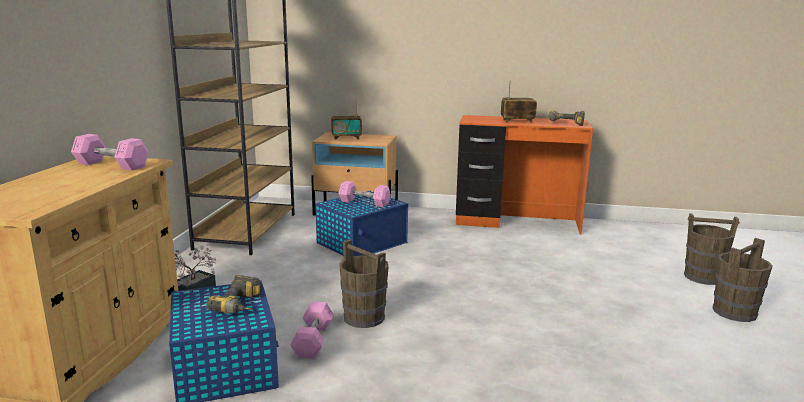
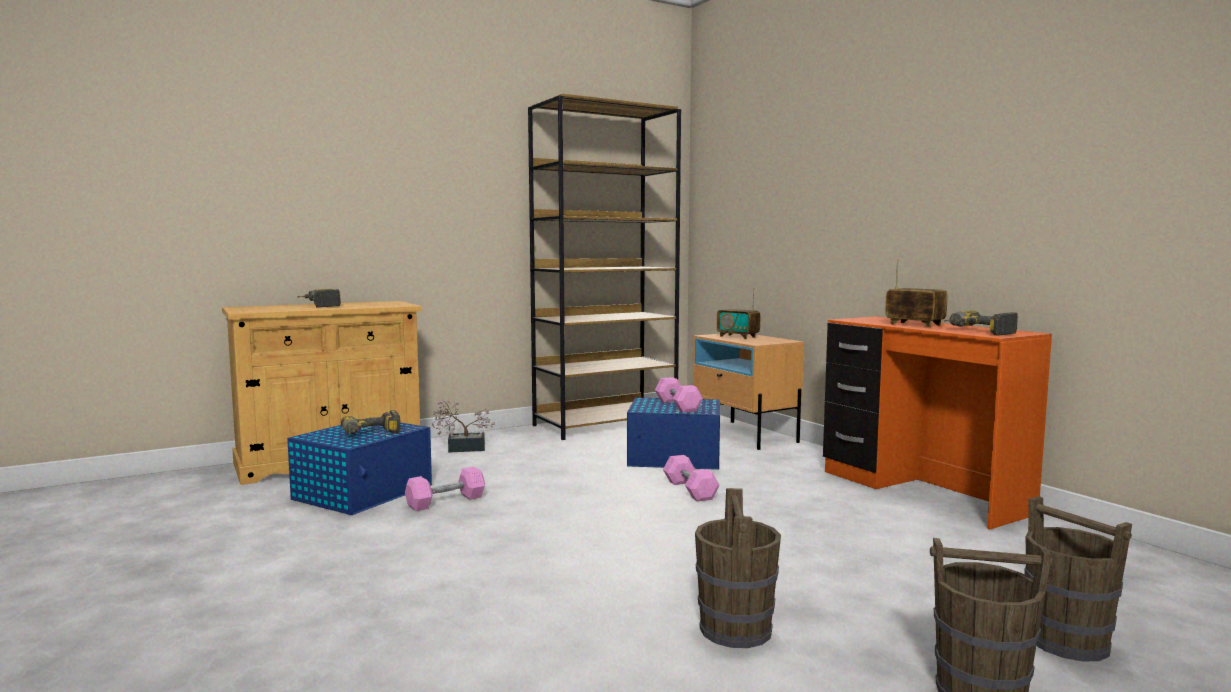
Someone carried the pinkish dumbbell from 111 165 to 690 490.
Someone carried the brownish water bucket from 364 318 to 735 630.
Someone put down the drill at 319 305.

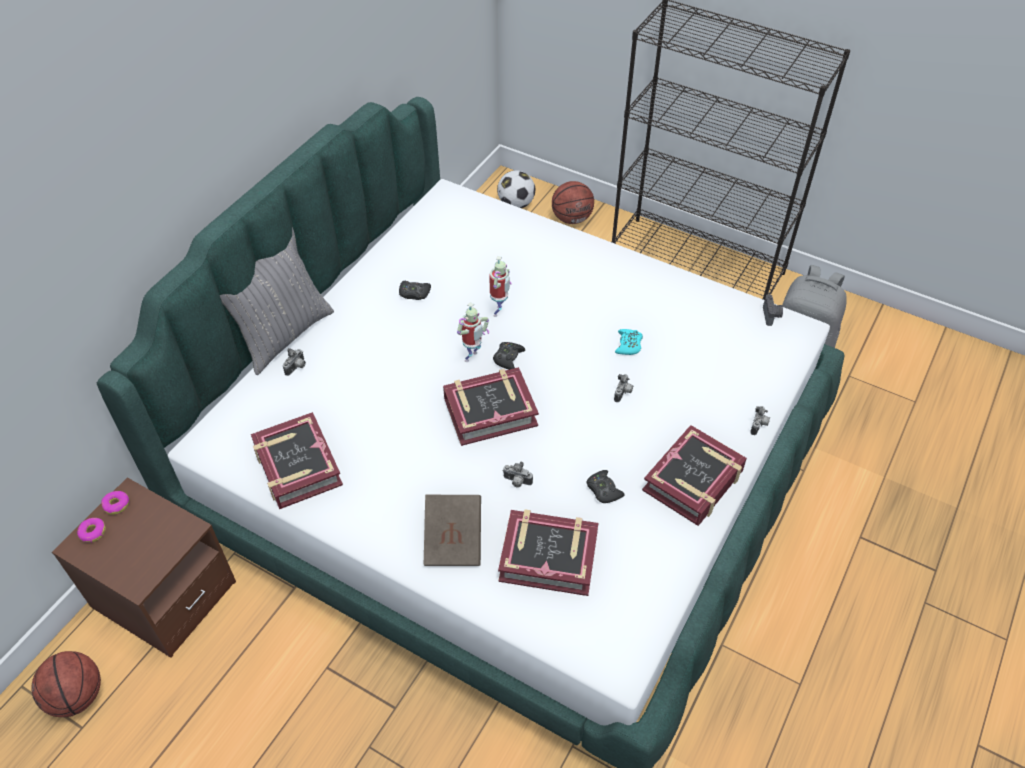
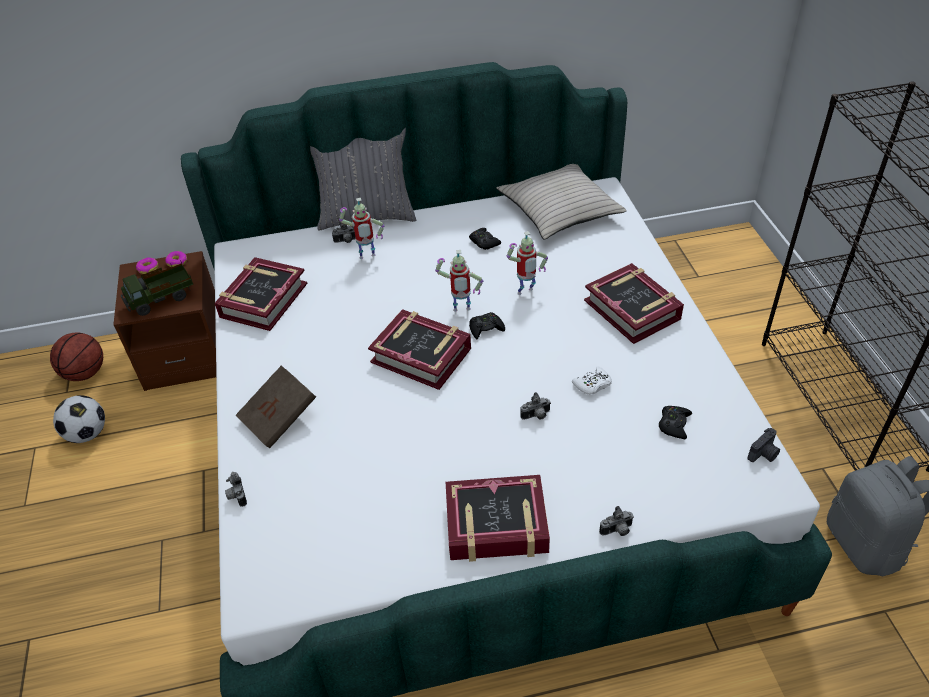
Someone carried the football from 516 204 to 87 434.
Someone took away the basketball ball at 572 218.
Someone repainted the turquoise game controller at 628 345, which became the white game controller at 592 384.
Someone carried the still camera from 517 482 to 237 495.
Someone carried the black game controller from 603 490 to 674 424.
Someone carried the book from 548 557 to 632 309.
Someone put down the sand-coloured throw pillow at 559 210.
Someone put down the robot figure at 367 258.
Someone put down the model truck at 162 299.

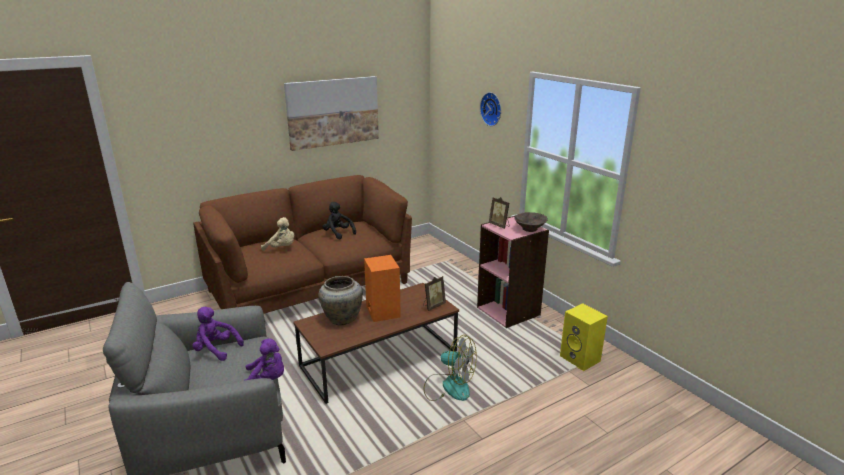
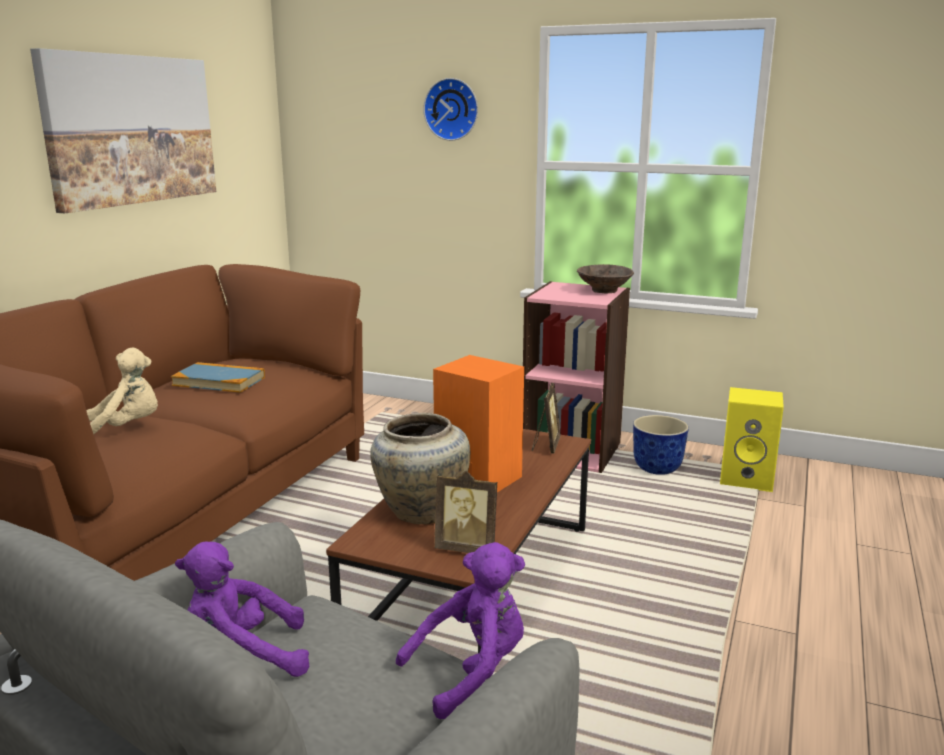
Someone carried the picture frame from 499 225 to 467 548.
Someone swapped the black soft toy at 338 233 for the book at 219 381.
Someone took away the electric fan at 449 386.
Someone put down the flower pot at 658 468.

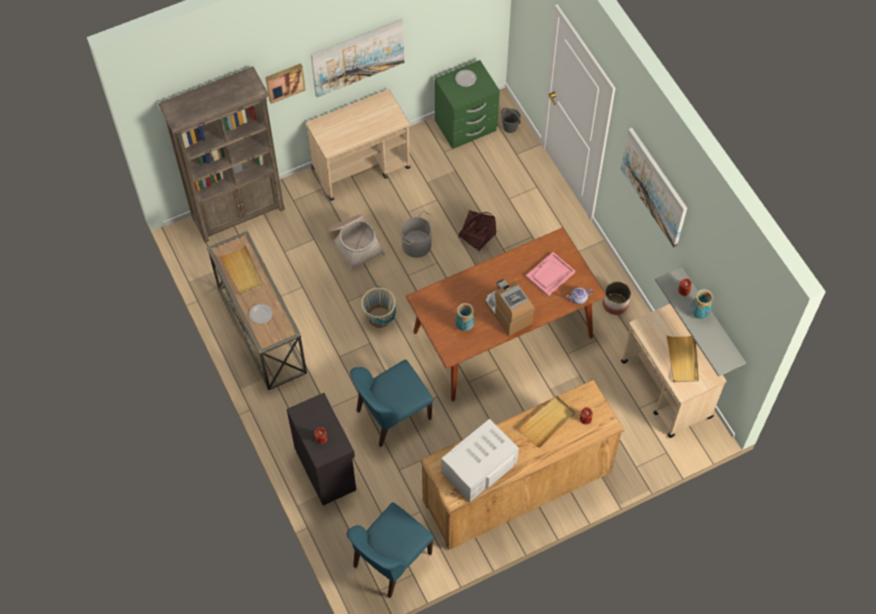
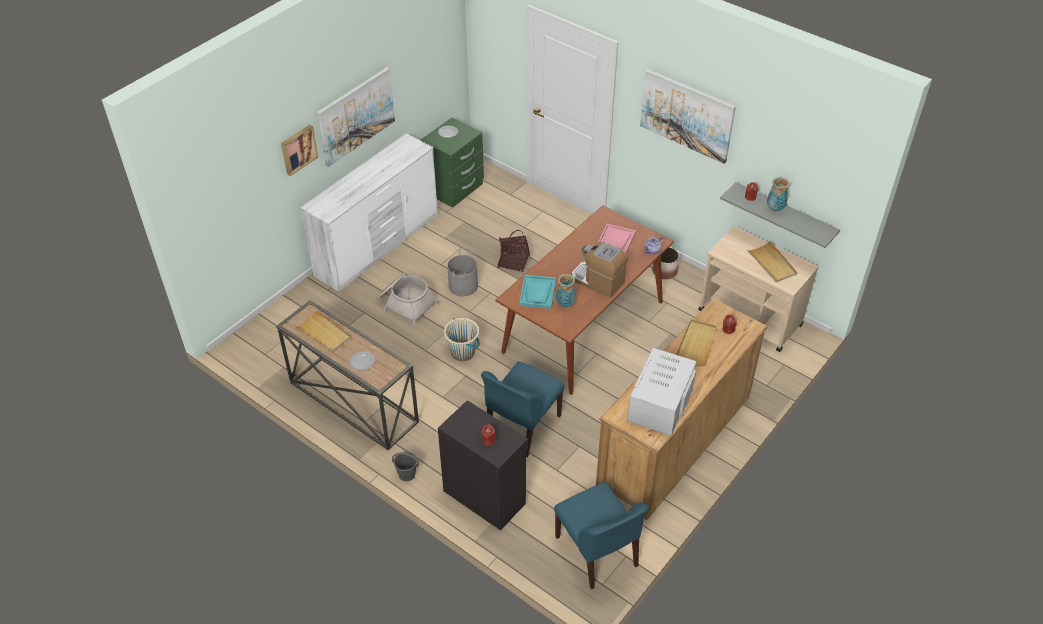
Someone took away the brownish shelving unit at 239 213.
Someone swapped the sand-coloured trolley at 361 167 for the white dresser at 378 245.
Someone carried the grey water bucket from 510 127 to 406 474.
Someone rotated the bluish plain chair at 391 561 by 45 degrees counterclockwise.
Someone put down the turquoise carrying tray at 537 293.

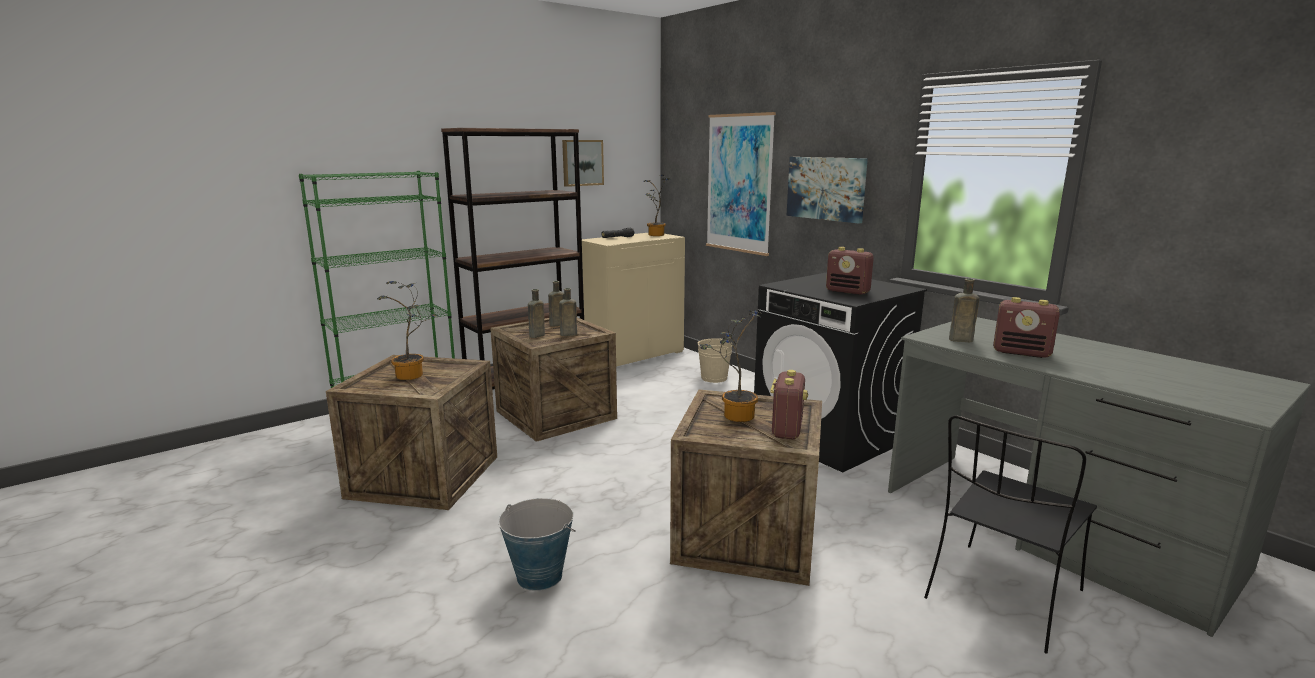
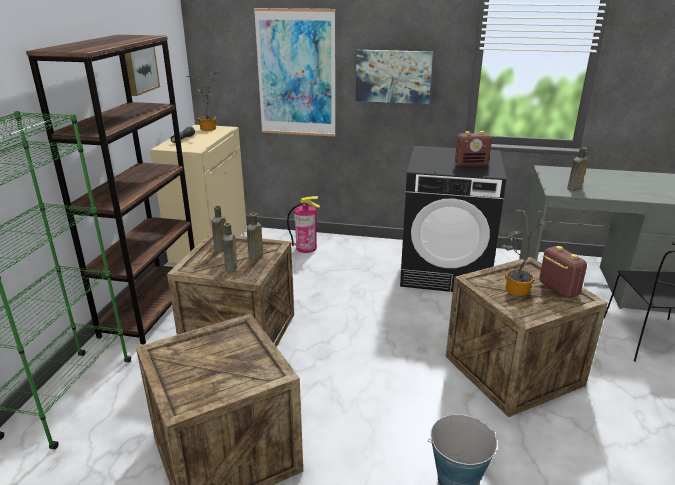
Someone took away the plant in a pot at 413 376.
Someone took away the radio at 1022 353.
Someone swapped the sand-coloured water bucket at 714 378 for the fire-fighting cylinder at 306 248.

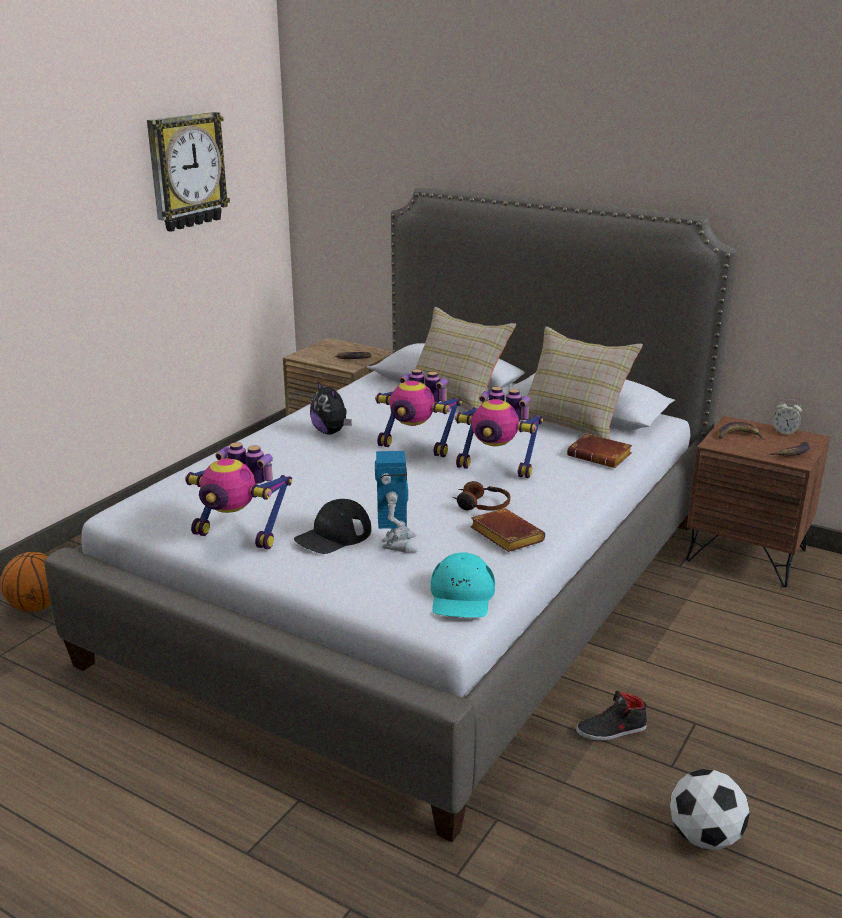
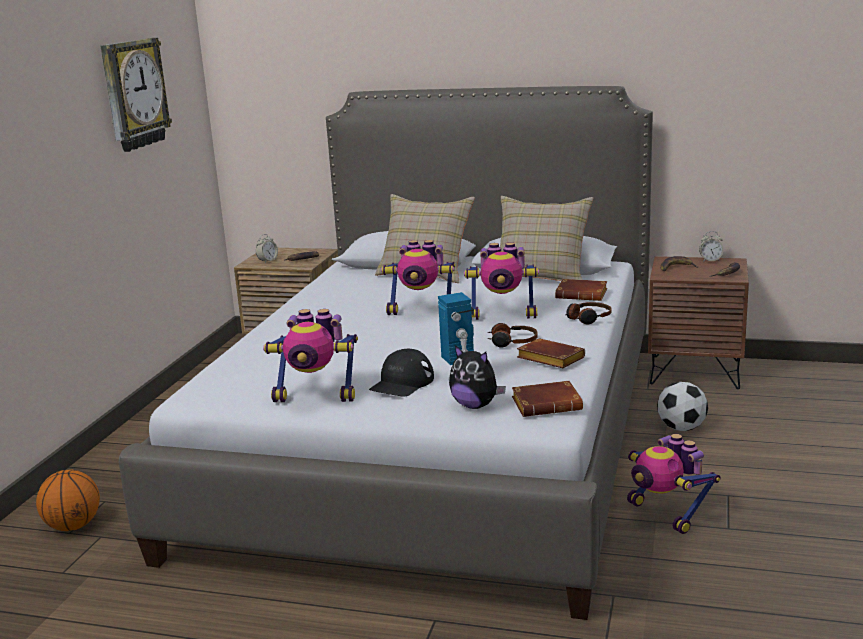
Someone carried the soft toy from 331 432 to 475 405.
Someone swapped the turquoise peaked cap at 461 596 for the brownish book at 548 404.
Someone swapped the black item of footwear at 611 730 for the robot figure at 666 514.
Someone carried the football from 704 837 to 681 428.
Someone put down the table clock at 268 261.
Someone put down the headphones at 588 318.

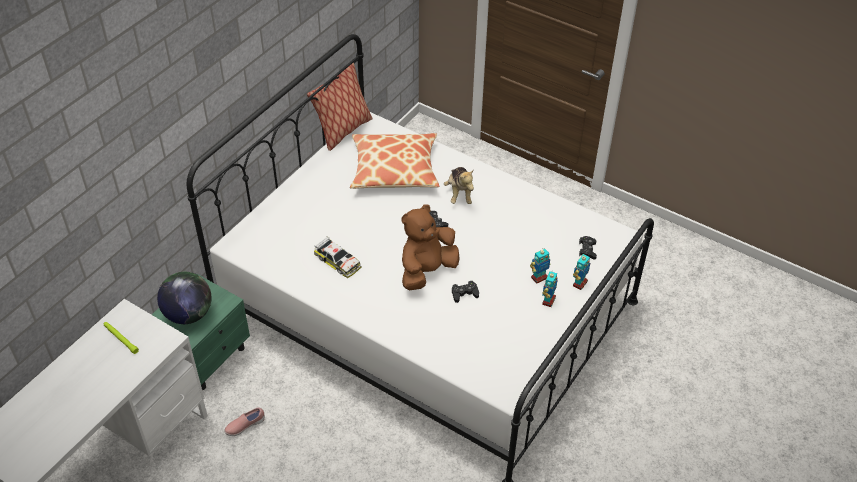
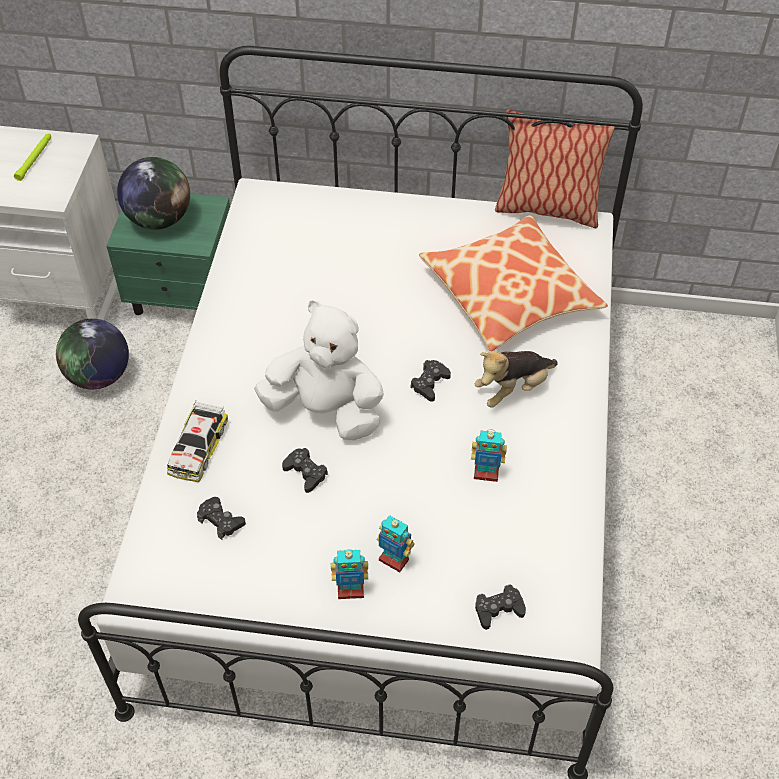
Someone repainted the brownish soft toy at 426 271, which became the white soft toy at 326 410.
Someone carried the model car from 338 261 to 198 448.
Someone carried the robot figure from 579 283 to 486 473.
Someone swapped the pinkish item of footwear at 245 426 for the globe at 99 376.
Someone put down the black game controller at 221 521.

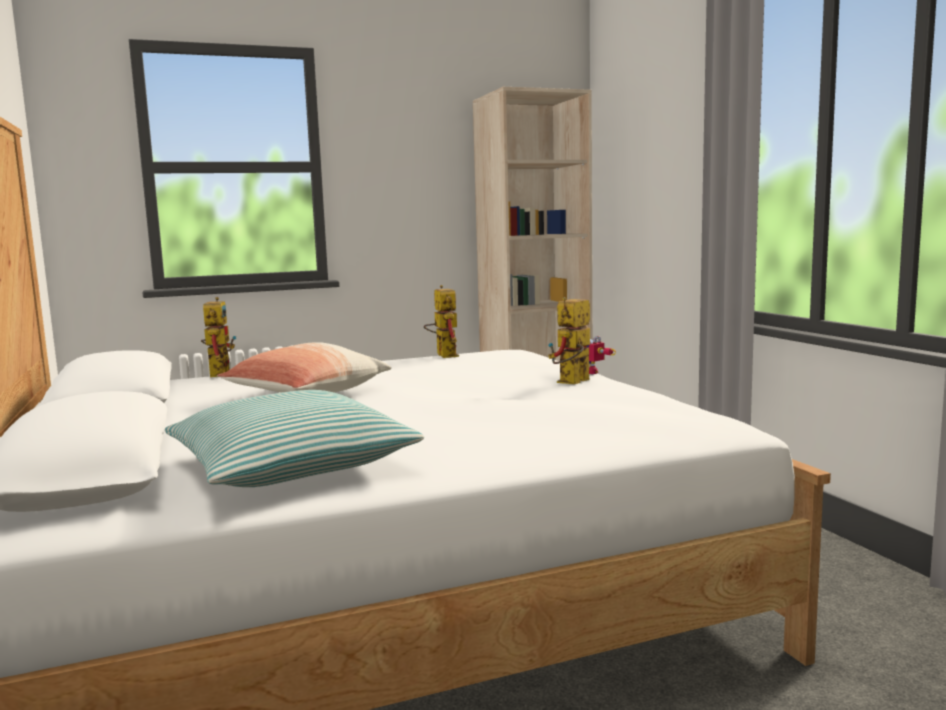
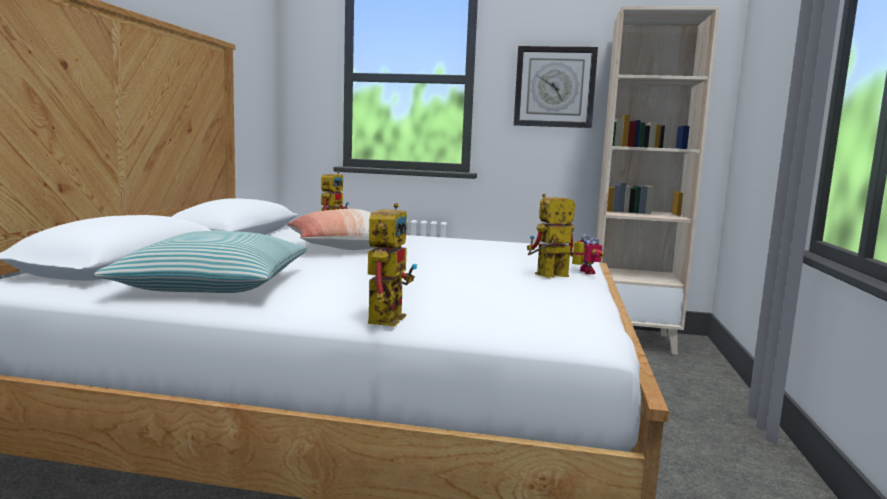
Someone carried the robot figure from 443 354 to 386 316.
Someone put up the hanging clock at 554 87.

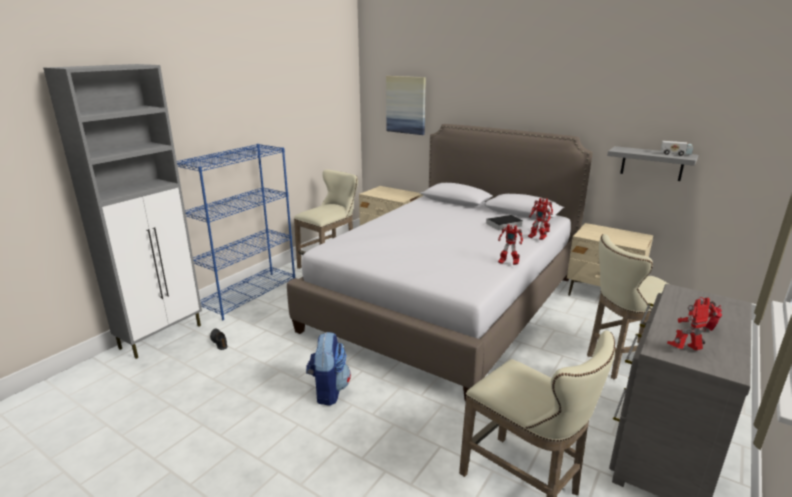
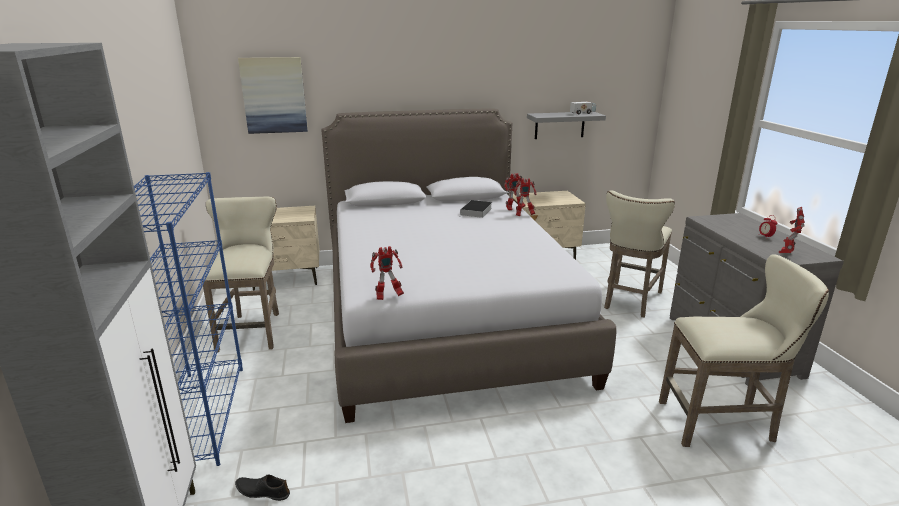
Someone carried the robot figure from 508 263 to 388 296.
Someone took away the backpack at 328 391.

